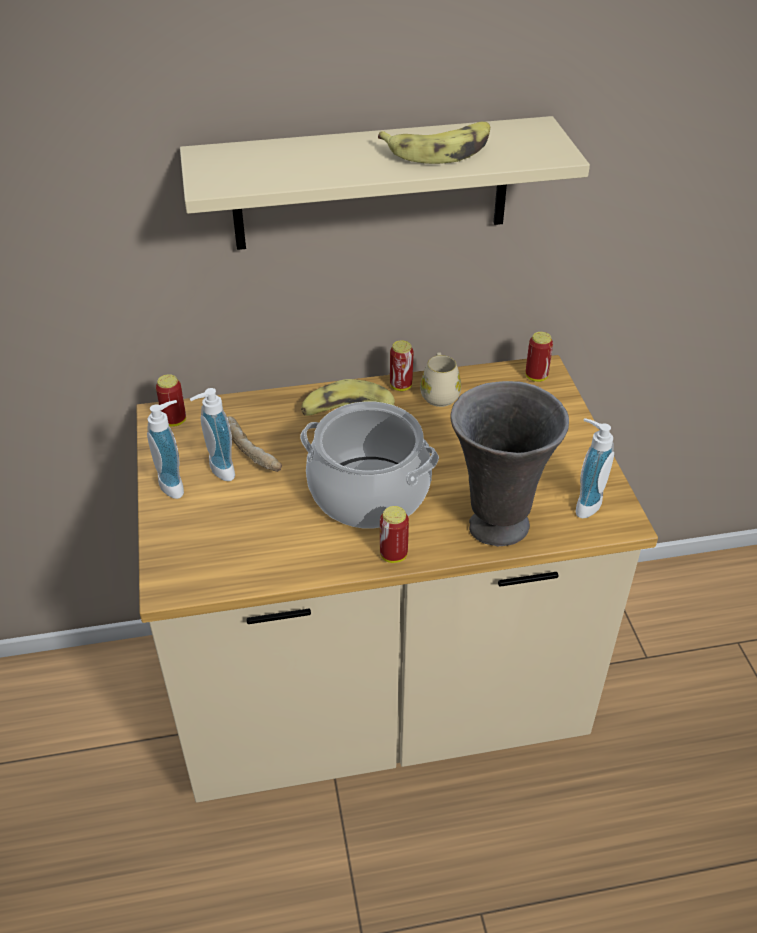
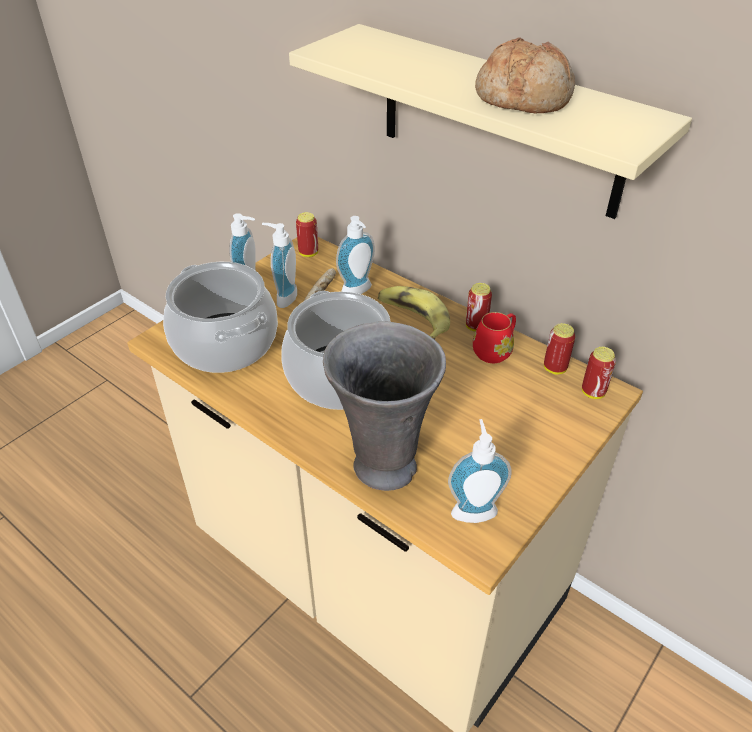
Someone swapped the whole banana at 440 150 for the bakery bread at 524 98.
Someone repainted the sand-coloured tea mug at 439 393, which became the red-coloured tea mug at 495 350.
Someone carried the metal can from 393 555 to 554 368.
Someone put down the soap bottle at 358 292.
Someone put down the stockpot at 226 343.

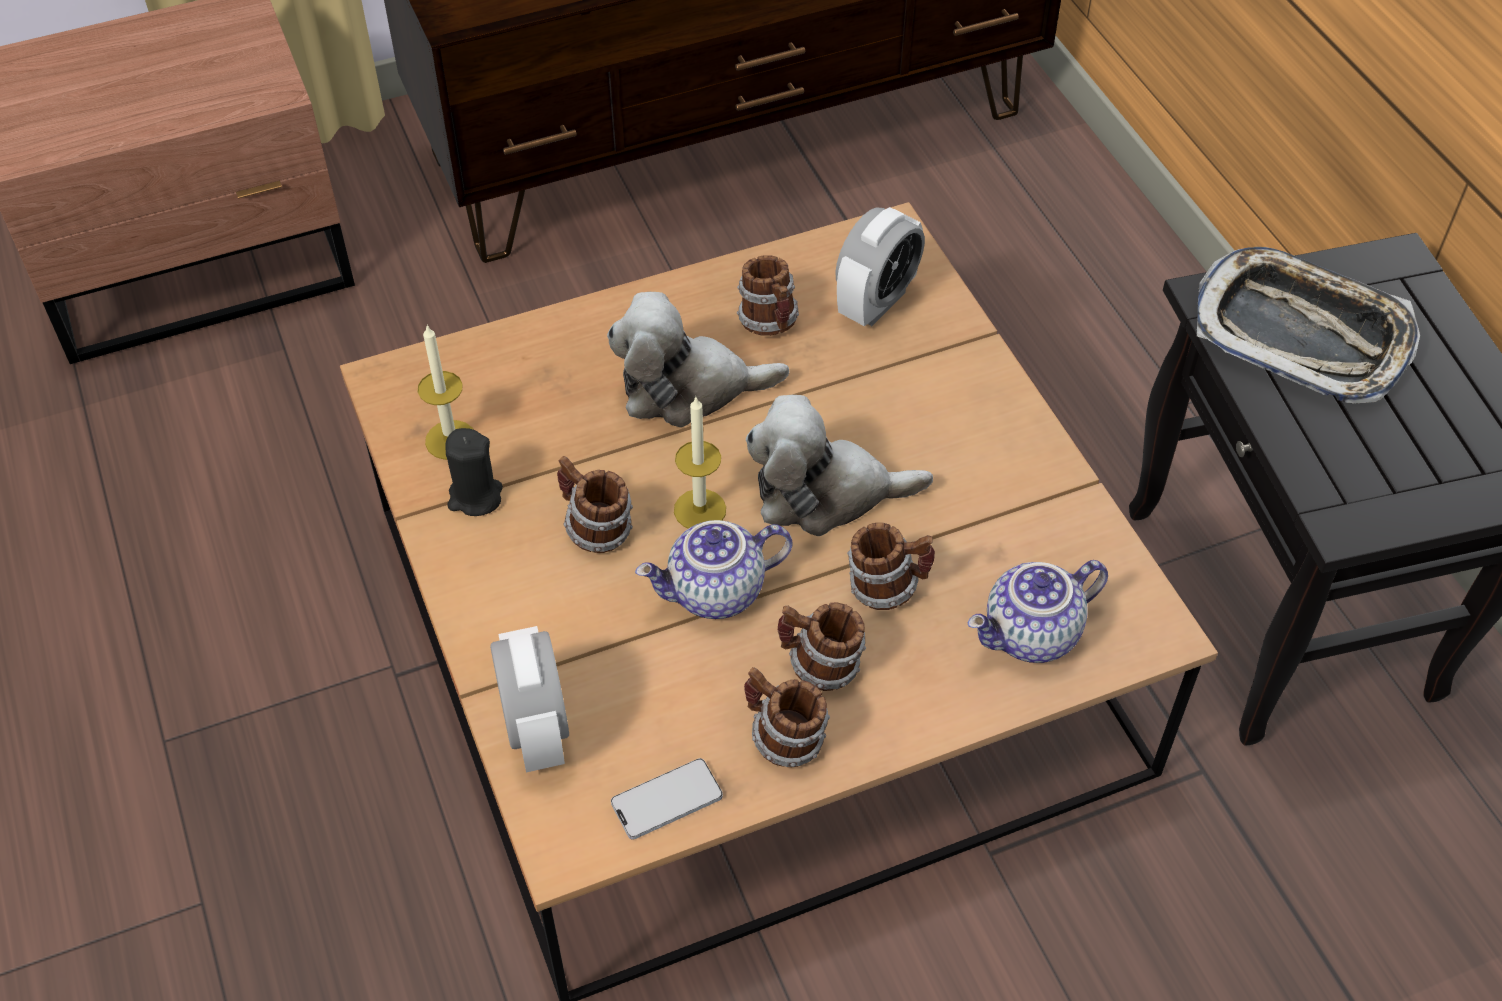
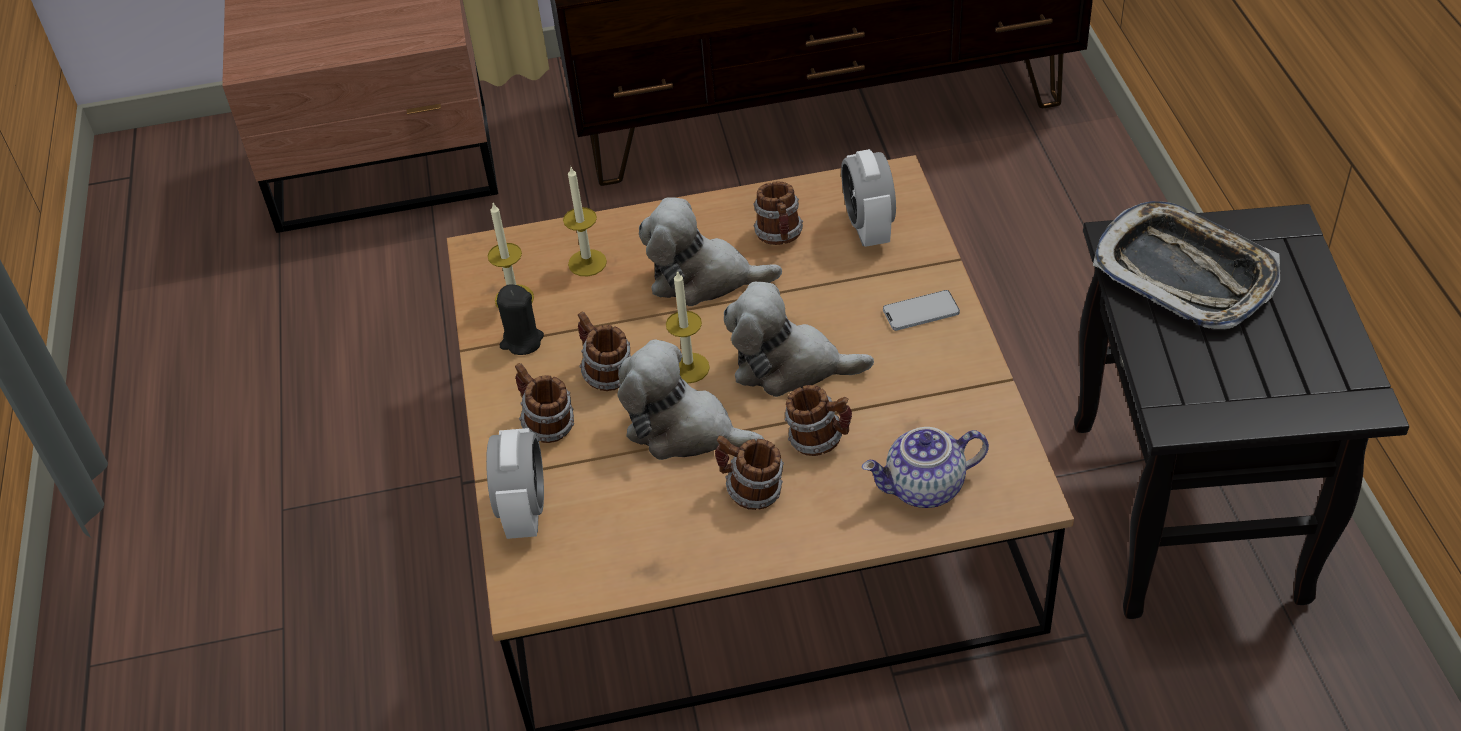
Someone rotated the table clock at 876 303 by 120 degrees clockwise.
Someone swapped the teapot at 716 593 for the soft toy at 685 430.
Someone carried the tea mug from 783 739 to 546 425.
Someone carried the phone from 667 800 to 921 312.
Someone put down the candle at 587 263.

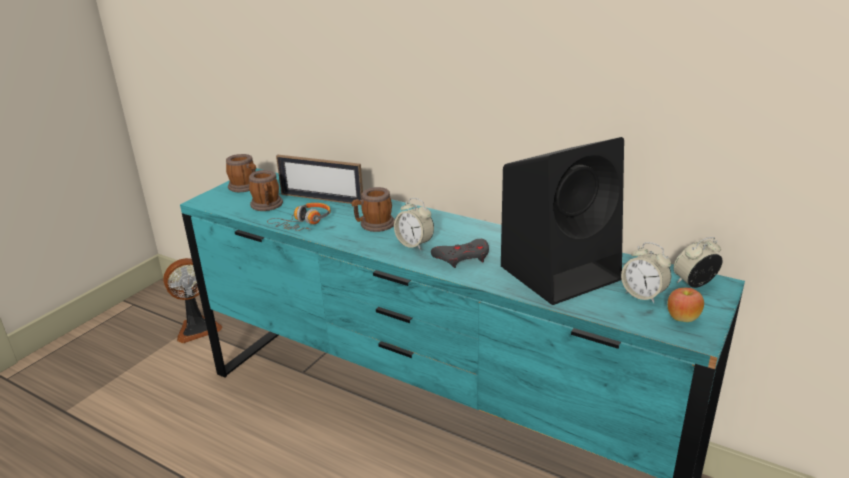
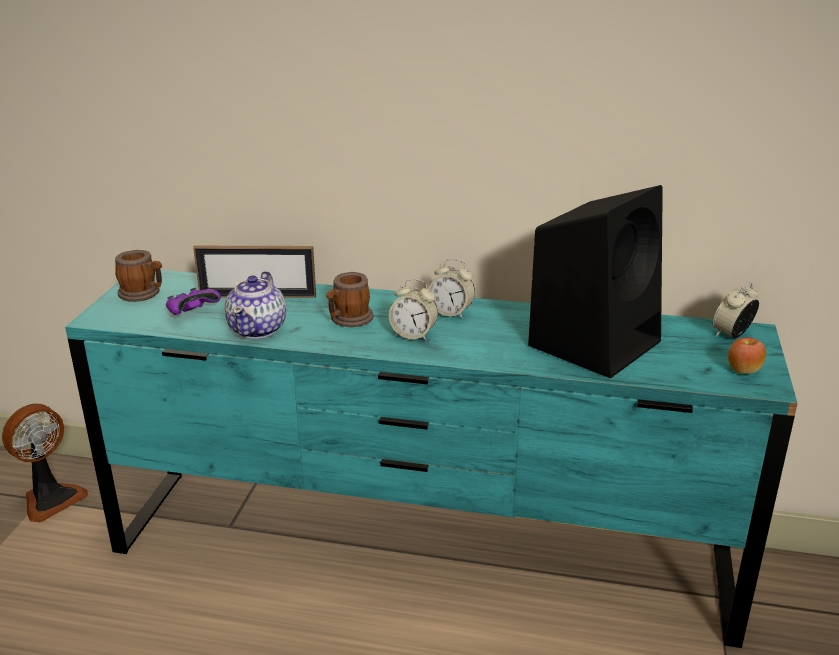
Someone swapped the tea mug at 267 206 for the purple game controller at 192 314.
Someone swapped the headphones at 304 223 for the teapot at 258 329.
Someone took away the grey game controller at 462 257.
Someone carried the table clock from 643 295 to 451 313.

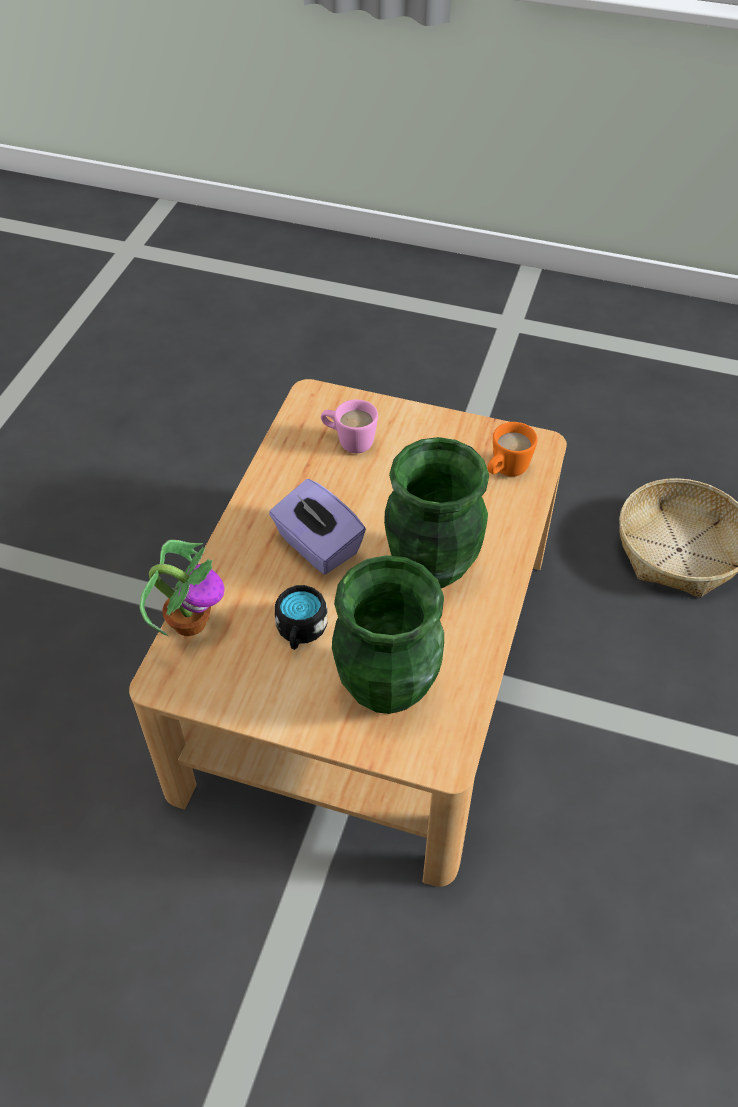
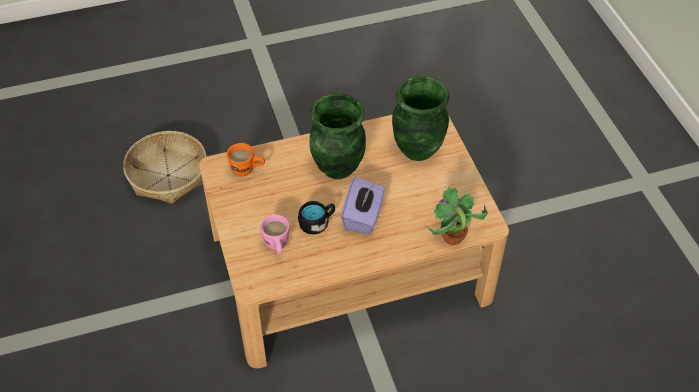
Someone carried the black tea mug from 300 632 to 317 223.

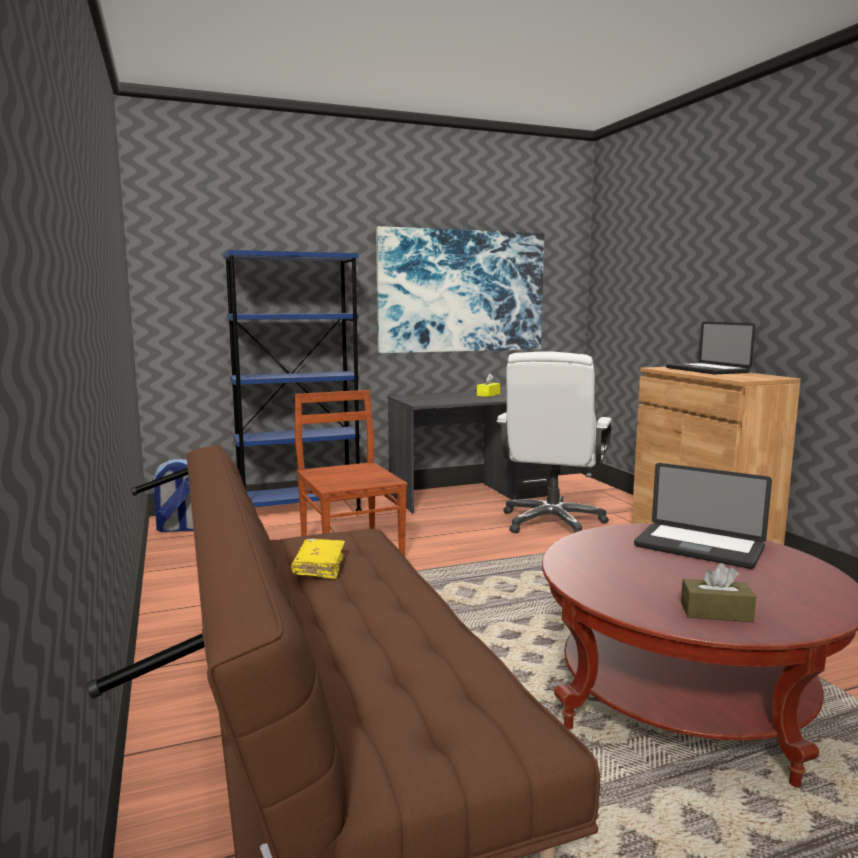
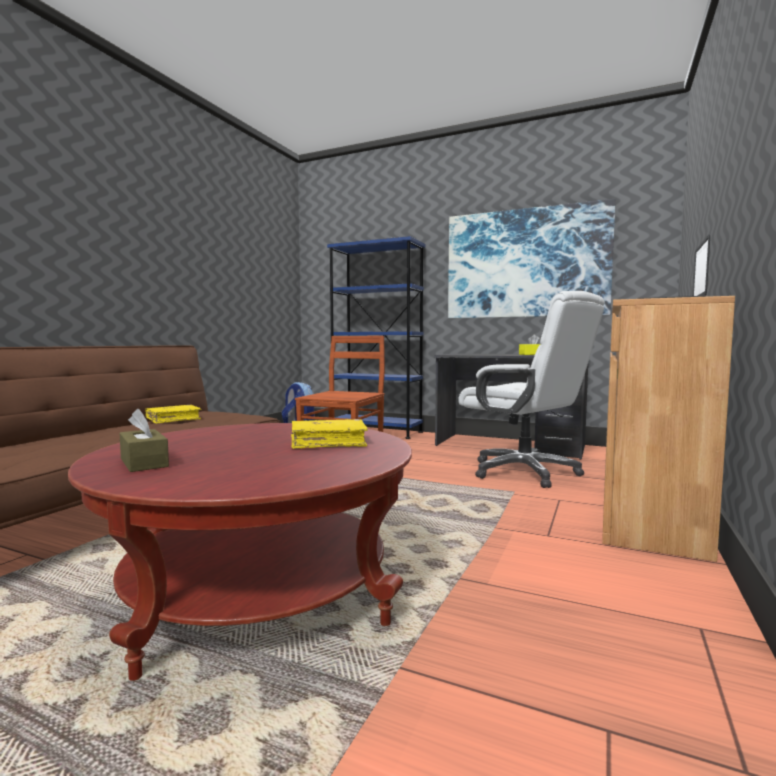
Someone rotated the white computer chair at 552 523 by 105 degrees counterclockwise.
Someone swapped the laptop at 698 547 for the yellow-coloured book at 328 443.

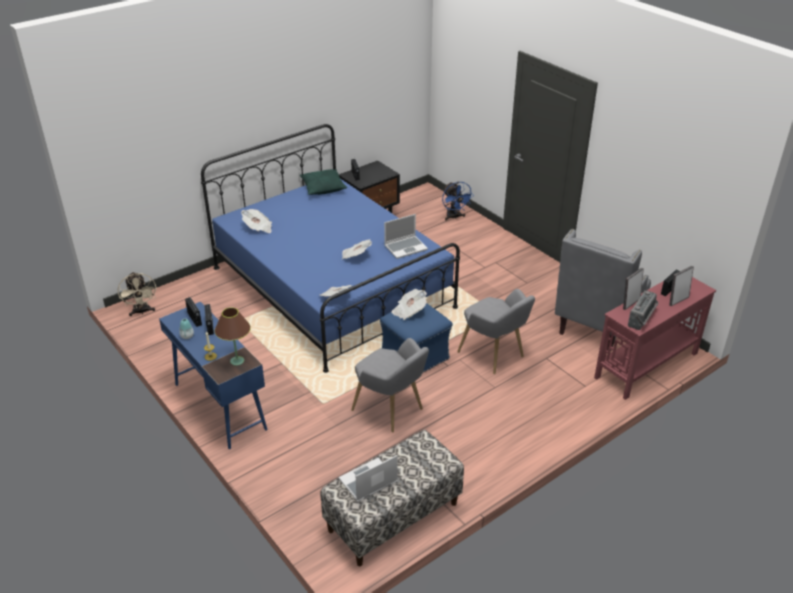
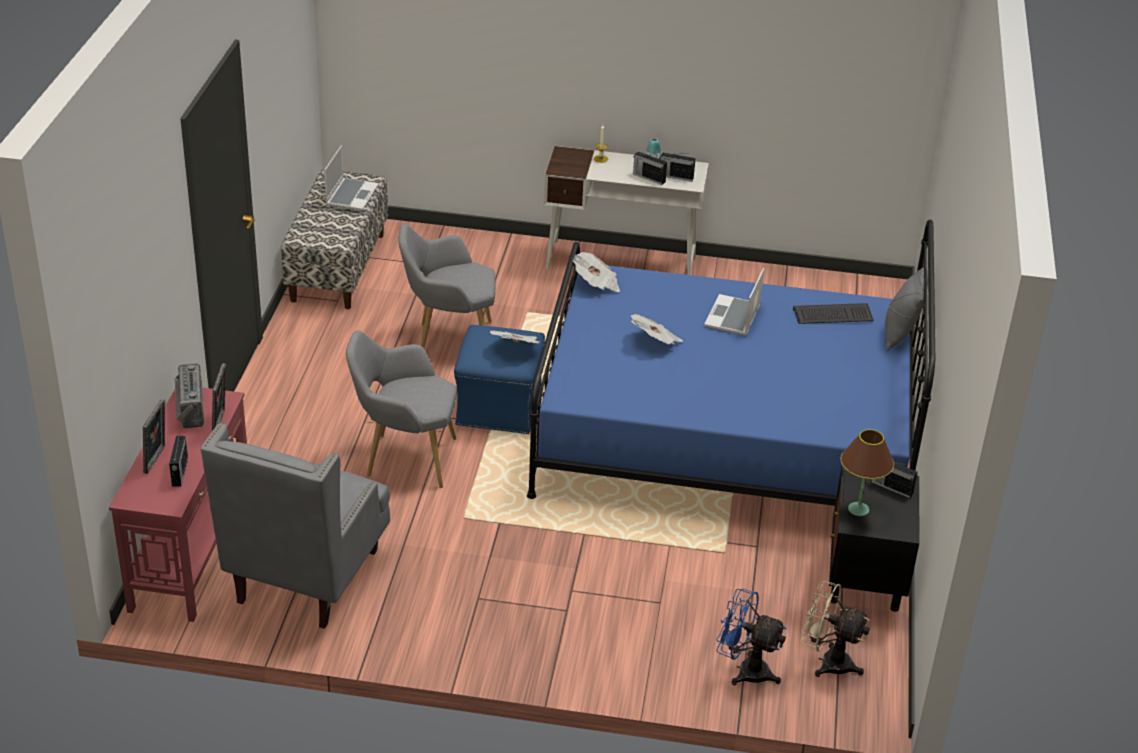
Someone took away the green throw pillow at 323 188.
Someone swapped the newspaper at 258 228 for the keyboard at 832 316.
Someone carried the laptop from 406 247 to 733 317.
Someone rotated the grey lounge chair at 597 326 by 150 degrees counterclockwise.
Someone carried the sand-coloured electric fan from 142 312 to 827 662.
Someone repainted the bluish desk table at 219 406, which became the white desk table at 622 263.
Someone carried the brownish tabletop lamp from 237 361 to 858 509.
Someone put down the grey throw pillow at 900 333.

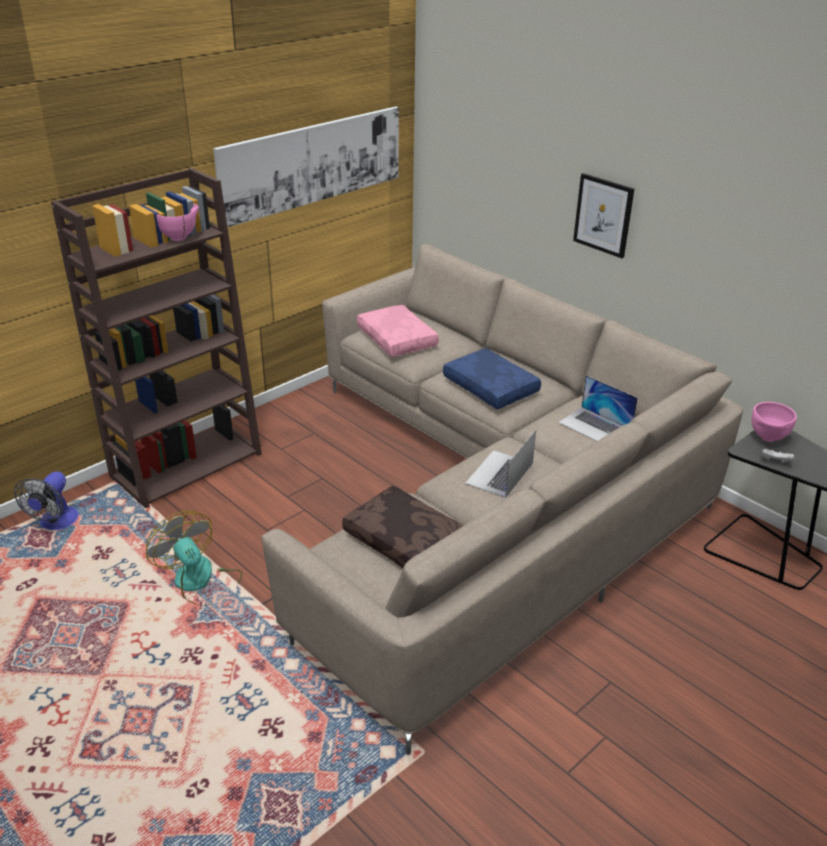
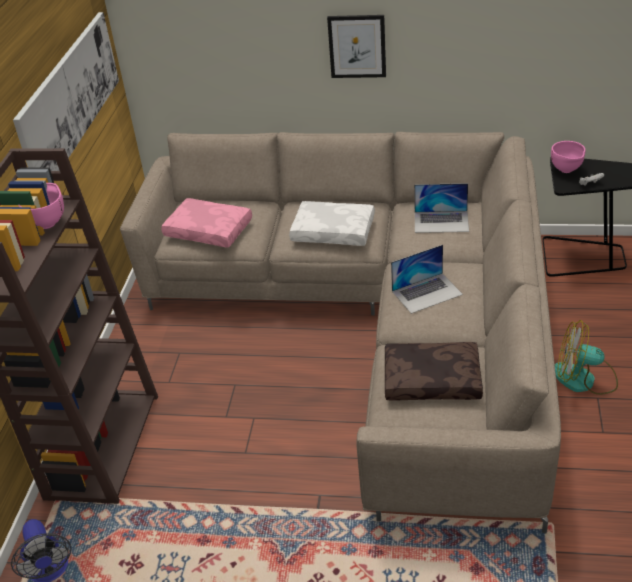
Someone repainted the bluish throw pillow at 492 387, which became the white throw pillow at 334 231.
Someone rotated the laptop at 499 473 by 105 degrees counterclockwise.
Someone carried the electric fan from 200 582 to 584 379.

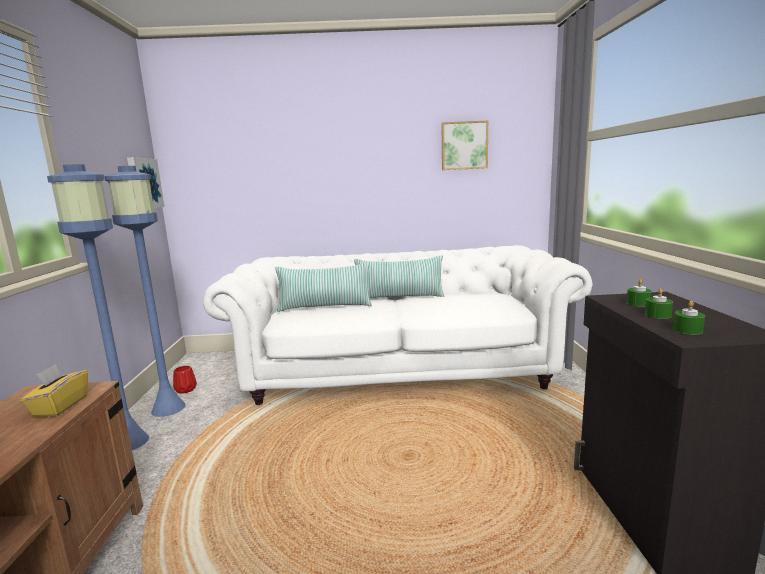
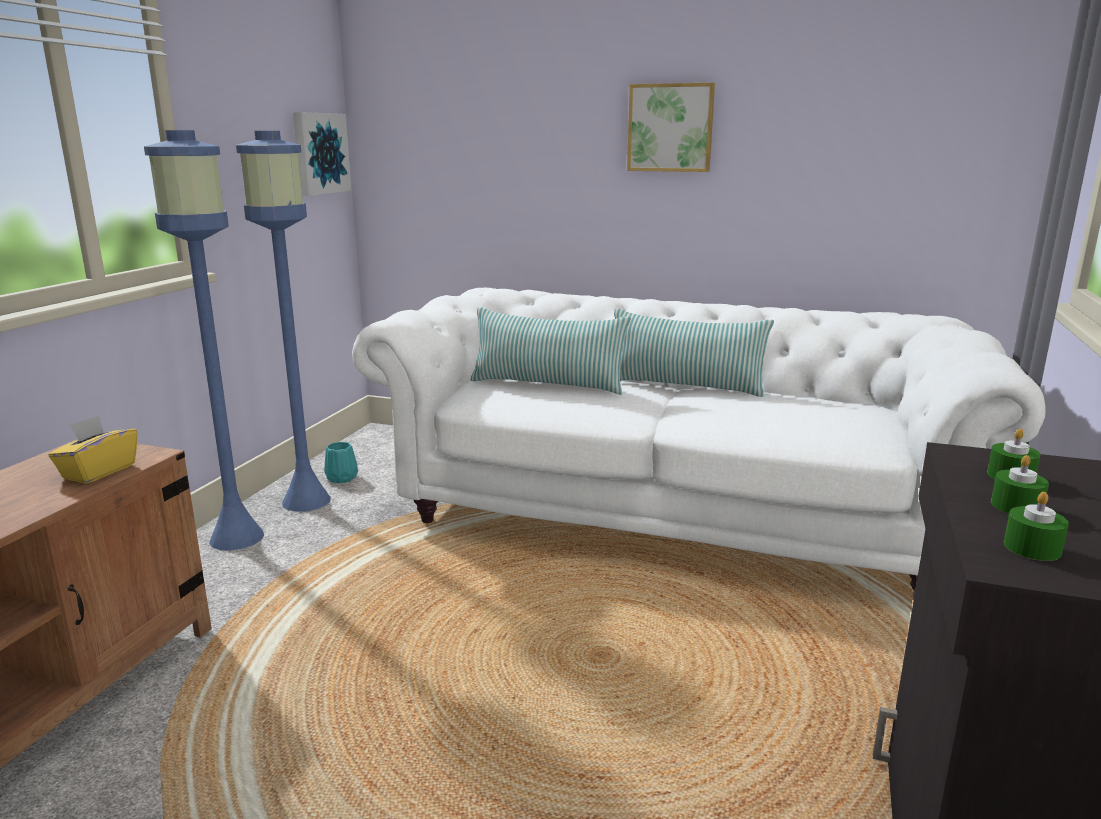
Someone carried the wall art from 464 145 to 670 128.
Someone repainted the red-coloured decorative vase at 185 390, which became the turquoise decorative vase at 341 478.

